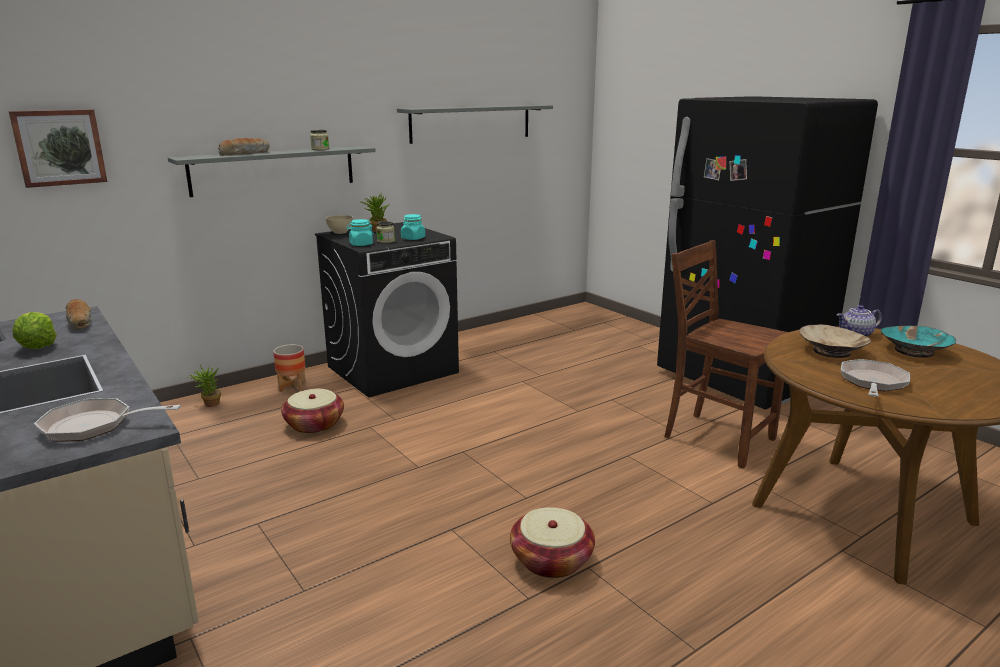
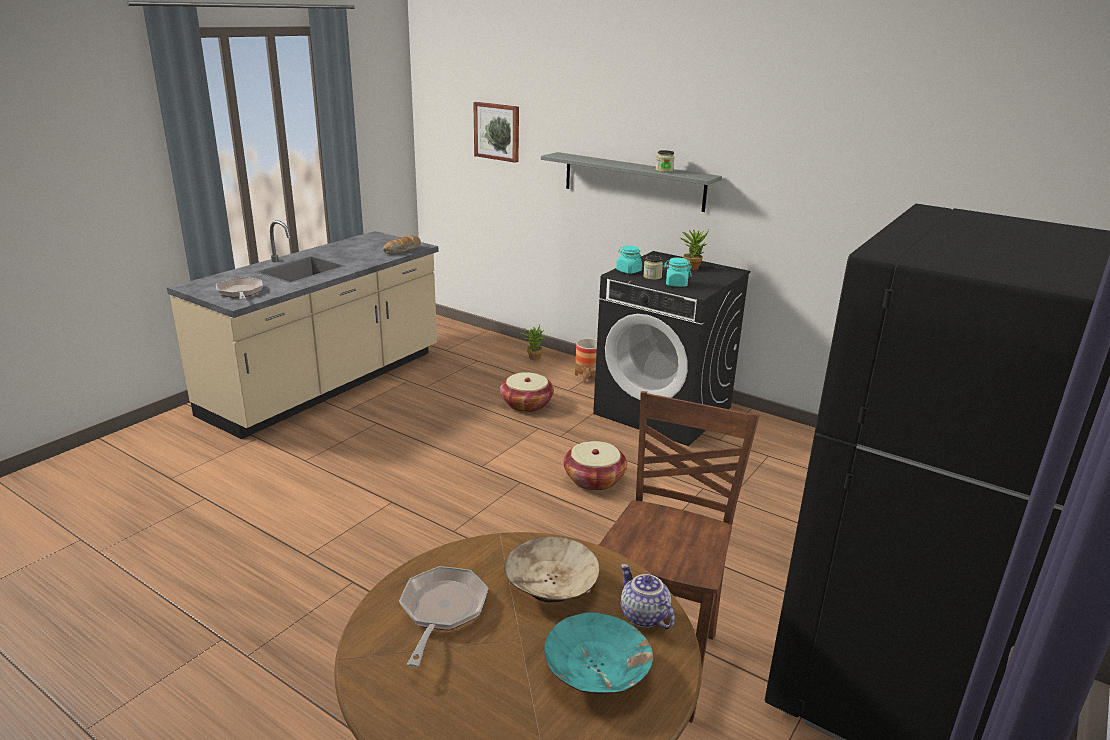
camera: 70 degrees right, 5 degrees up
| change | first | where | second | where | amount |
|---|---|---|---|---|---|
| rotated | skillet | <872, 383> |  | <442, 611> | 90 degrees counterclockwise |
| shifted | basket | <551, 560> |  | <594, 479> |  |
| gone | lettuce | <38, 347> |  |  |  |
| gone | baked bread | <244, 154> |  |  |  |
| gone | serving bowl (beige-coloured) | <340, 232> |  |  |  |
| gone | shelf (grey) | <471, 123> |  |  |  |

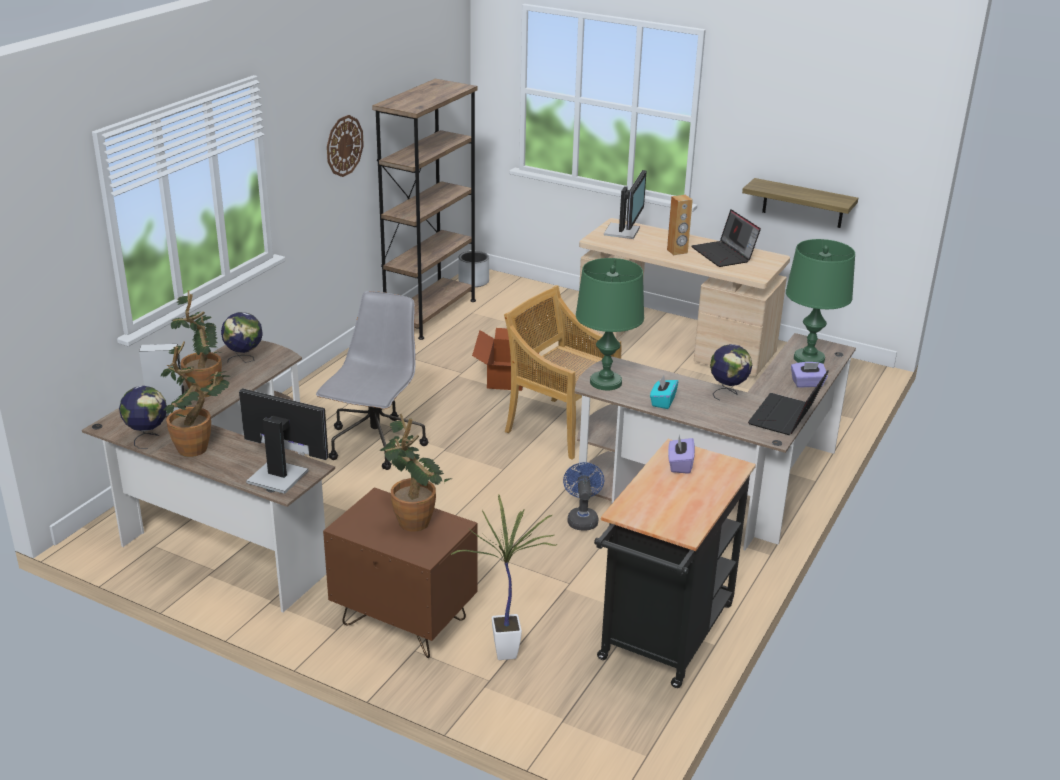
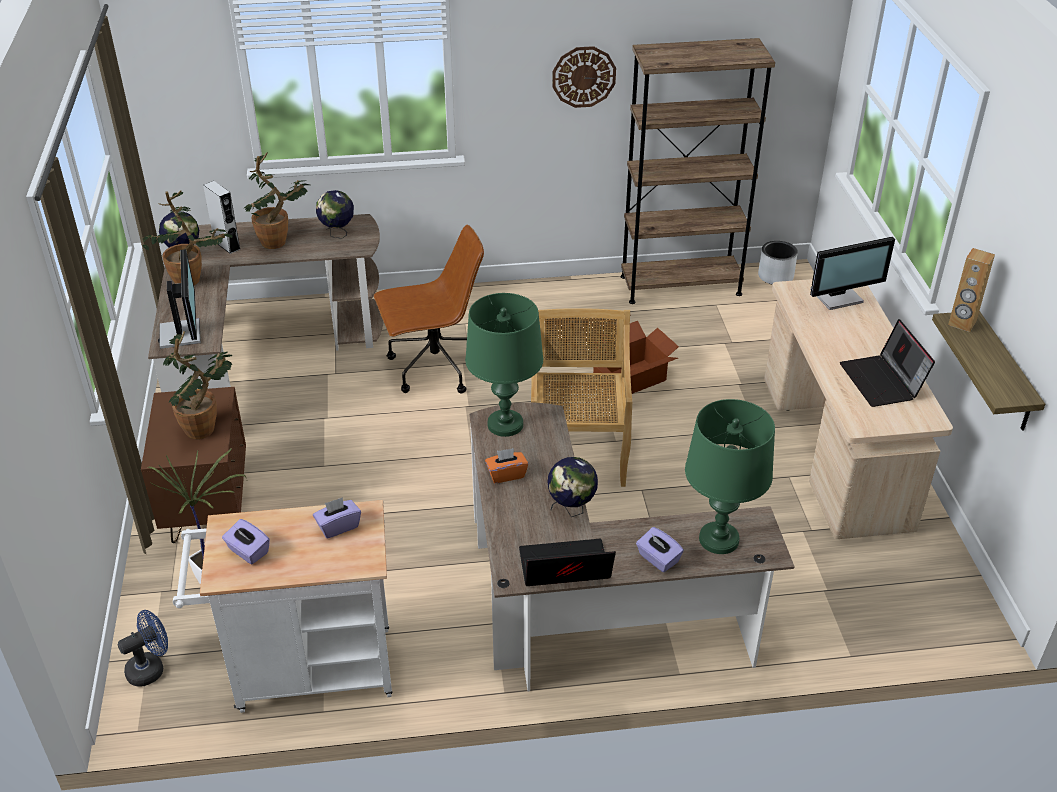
camera: 55 degrees right, 10 degrees up
| change | first | where | second | where | amount |
|---|---|---|---|---|---|
| shifted | cooling fan (blue) | <582, 518> |  | <151, 668> |  |
| repainted | trolley (blackish) | <663, 639> | trolley (white-coloured) | <304, 672> |  |
| new |  |  | tissue box (purple-coloured) | <248, 551> |  |
| repainted | desk chair (grey) | <375, 445> | desk chair (brownish) | <434, 368> |  |
| repainted | tissue box (turquoise) | <662, 401> | tissue box (orange) | <506, 474> |  |
| rotated | laptop | <724, 254> |  | <882, 382> | 45 degrees counterclockwise |
| shifted | loudspeaker (brownish) | <677, 251> |  | <962, 323> |  |

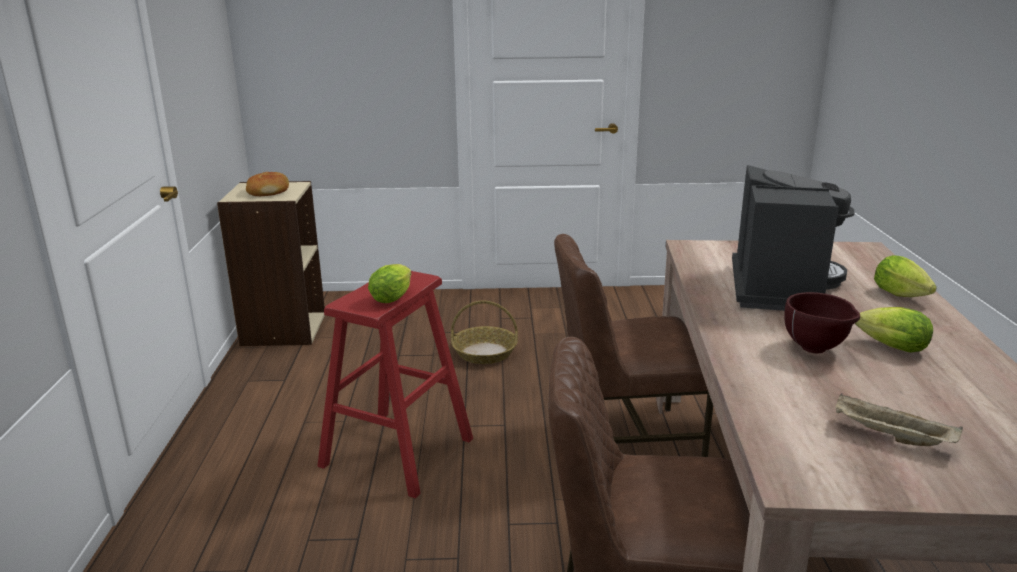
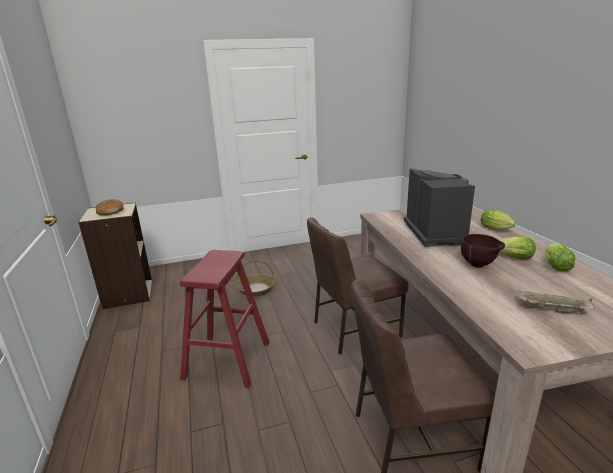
camera: 15 degrees left, 0 degrees up
| change | first | where | second | where | amount |
|---|---|---|---|---|---|
| shifted | lettuce | <393, 297> |  | <554, 266> |  |

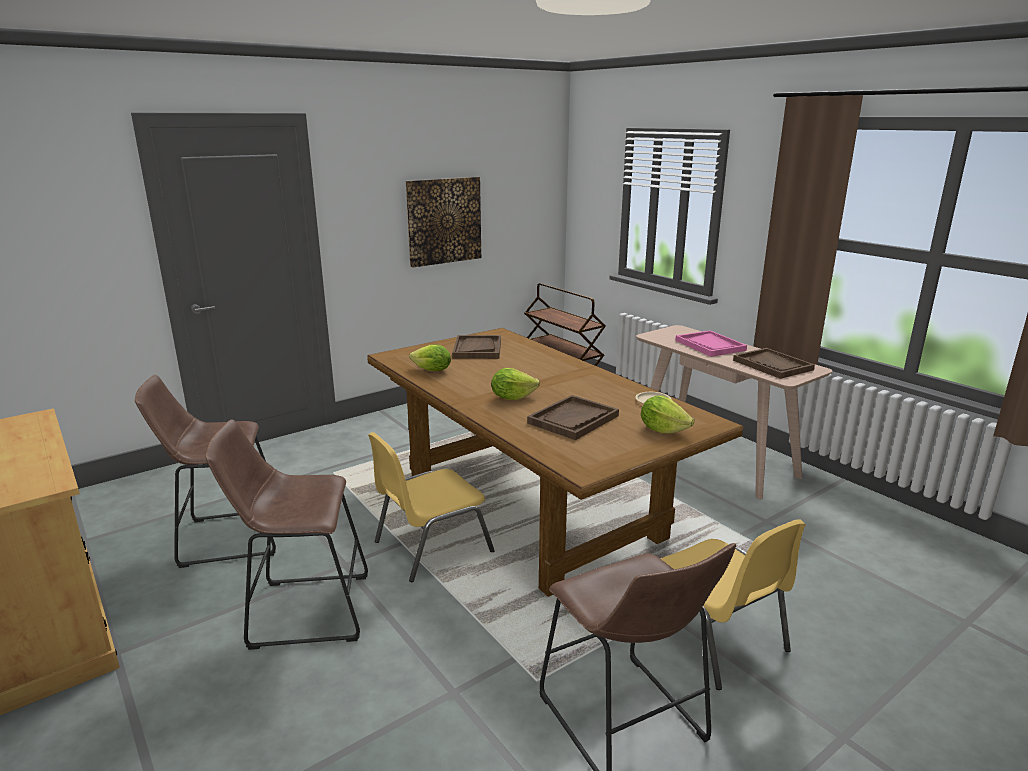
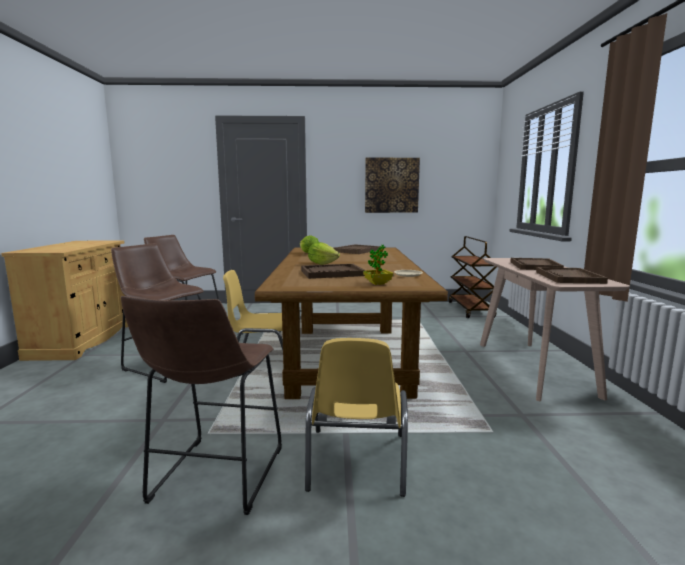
camera: 35 degrees right, 10 degrees down
| change | first | where | second | where | amount |
|---|---|---|---|---|---|
| swapped | lettuce | <663, 430> | houseplant | <377, 283> |  |
| repainted | serving tray (pinkish) | <710, 345> | serving tray (brownish) | <535, 266> |  |

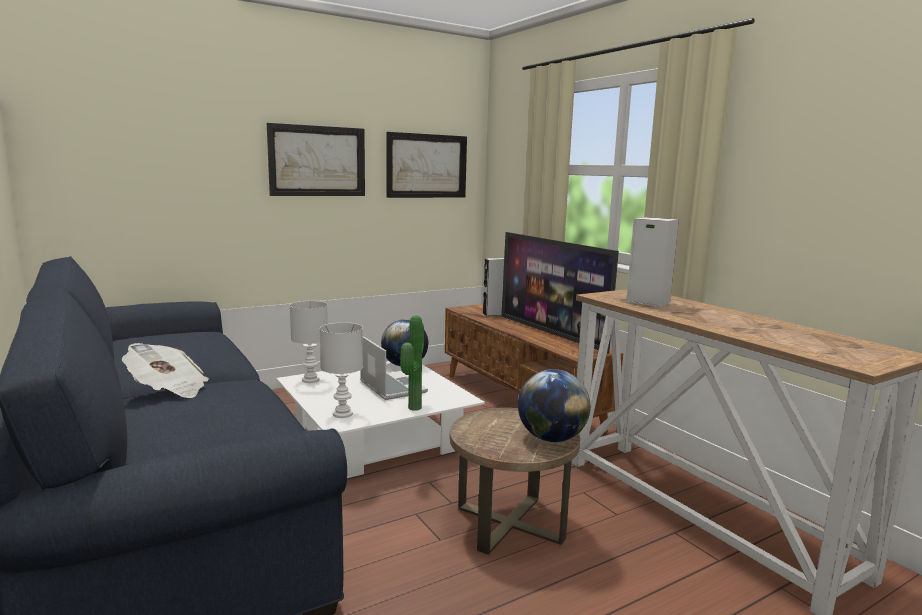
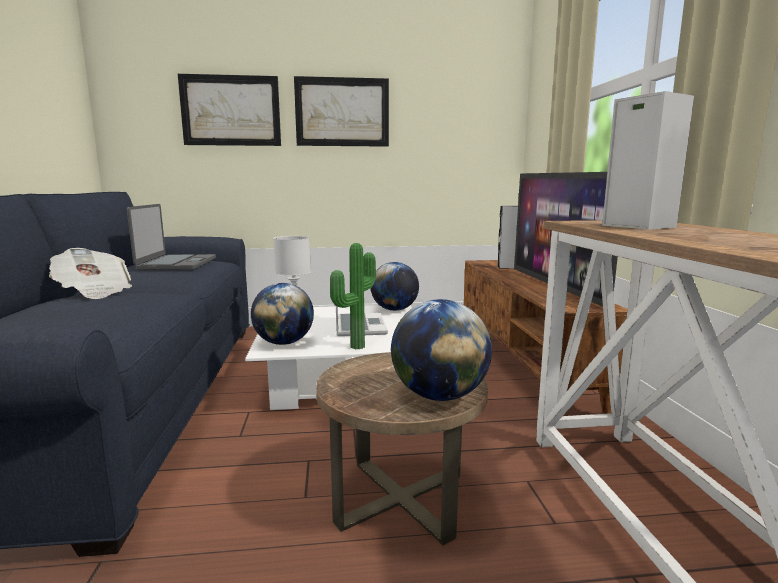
camera: 25 degrees right, 0 degrees up
| change | first | where | second | where | amount |
|---|---|---|---|---|---|
| new |  |  | laptop | <177, 264> |  |
| shifted | wall art | <426, 166> |  | <231, 111> |  |
| swapped | lamp for a table (white-coloured) | <343, 414> | globe | <284, 343> |  |

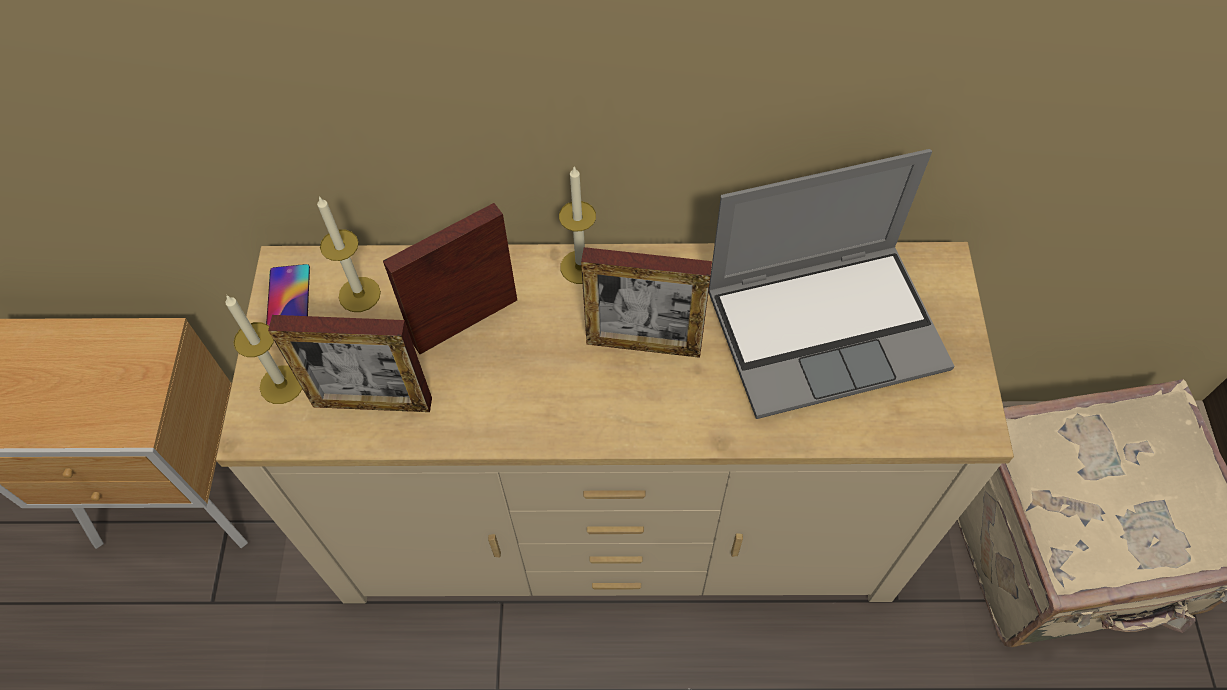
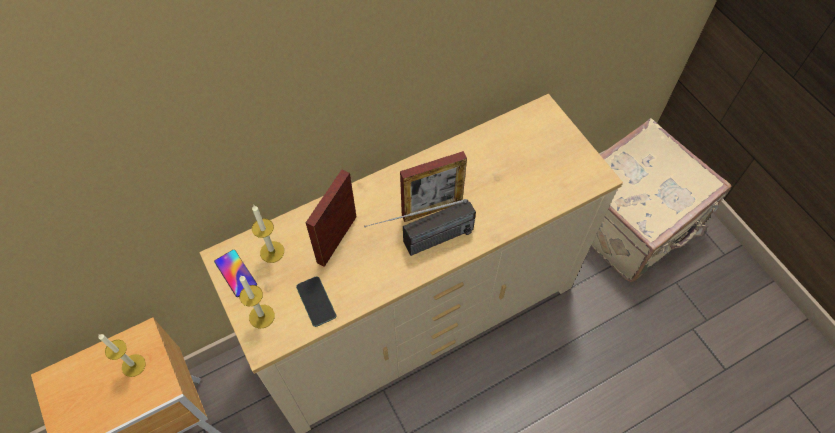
camera: 30 degrees left, 0 degrees up
| change | first | where | second | where | amount |
|---|---|---|---|---|---|
| shifted | wax light | <580, 267> |  | <133, 365> |  |
| swapped | standing frame | <372, 402> | telephone | <316, 301> |  |
| new |  |  | radio receiver | <422, 244> |  |
| gone | laptop | <826, 328> |  |  |  |

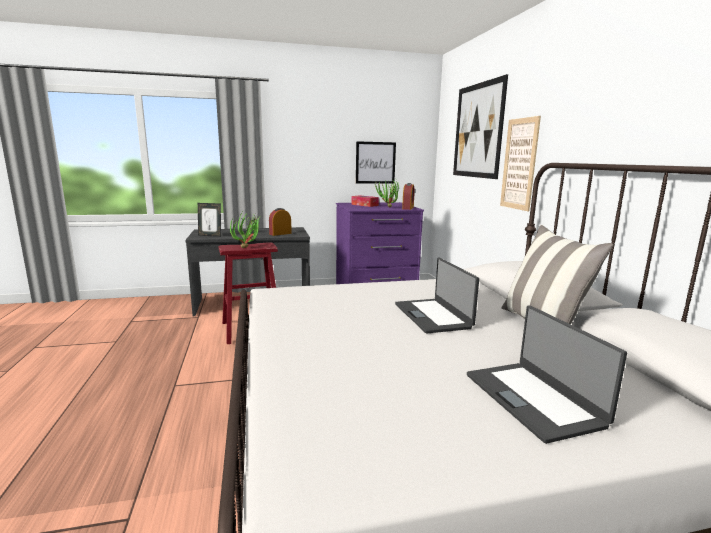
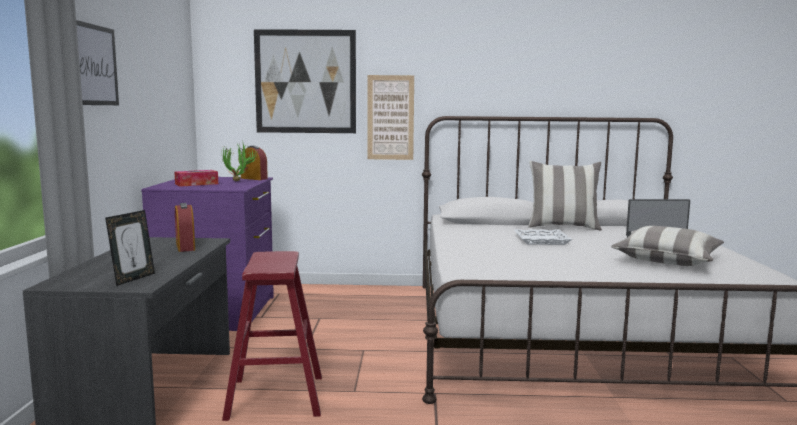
camera: 75 degrees left, 5 degrees down
| change | first | where | second | where | amount |
|---|---|---|---|---|---|
| shifted | wall art | <375, 162> |  | <95, 65> |  |
| swapped | laptop | <433, 315> | serving tray (white-coloured) | <541, 240> |  |
| new |  |  | pillow | <666, 261> |  |
| gone | houseplant | <248, 247> |  |  |  |

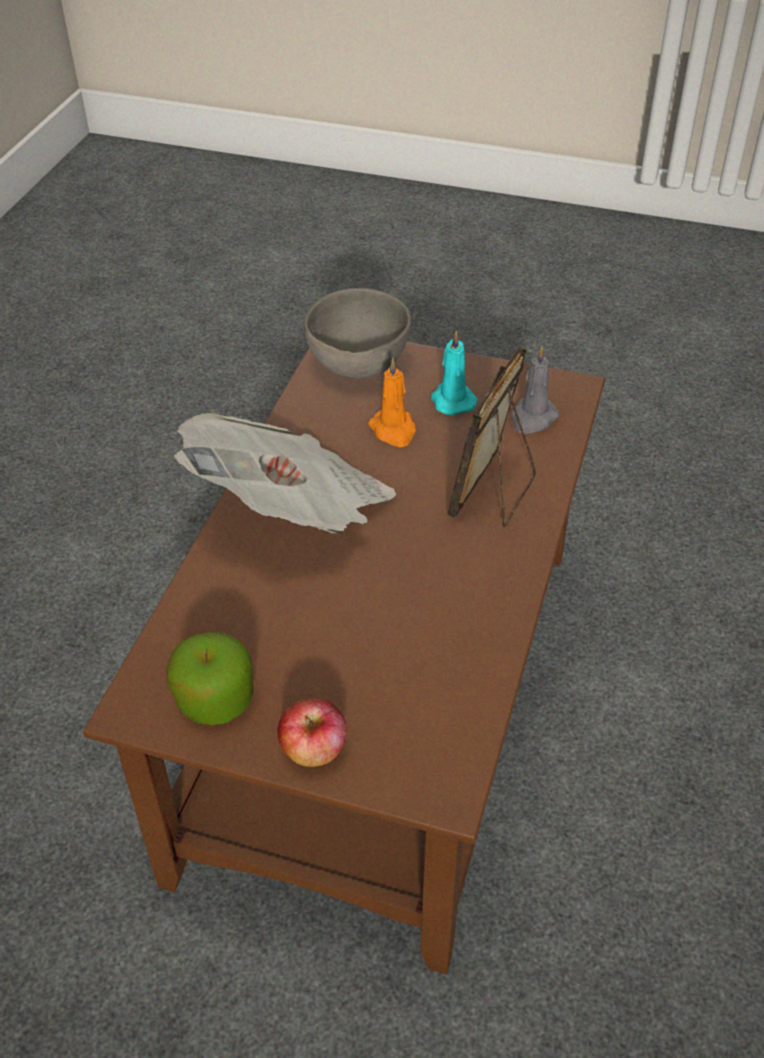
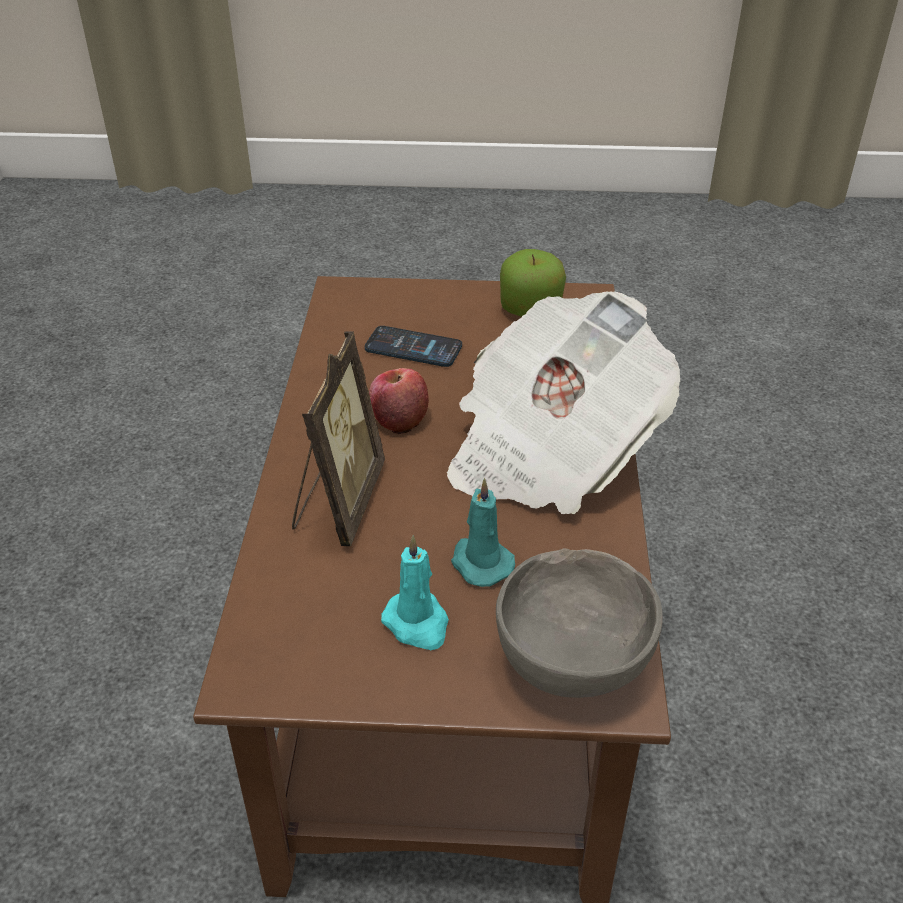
camera: 165 degrees right, 5 degrees down
| change | first | where | second | where | amount |
|---|---|---|---|---|---|
| new |  |  | telephone | <413, 348> |  |
| shifted | apple | <314, 750> |  | <399, 419> |  |
| repainted | wax light (orange) | <394, 430> | wax light (turquoise) | <480, 562> |  |
| gone | wax light (grey) | <532, 418> |  |  |  |

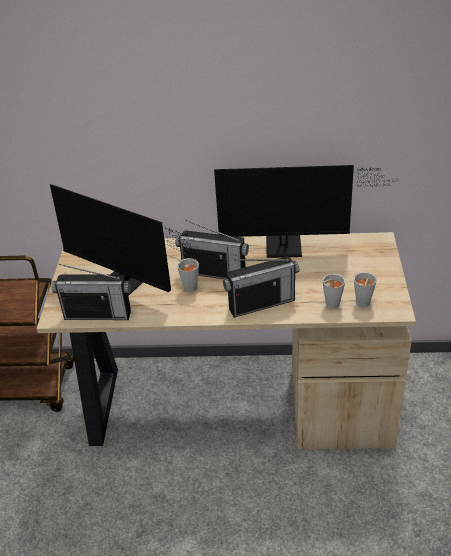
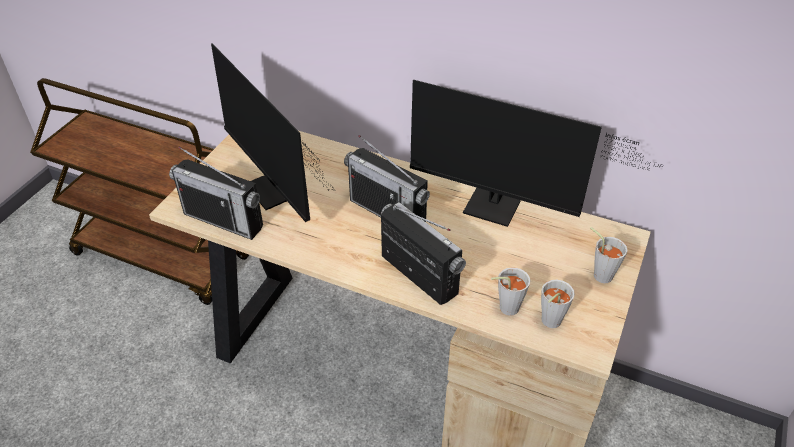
camera: 20 degrees right, 5 degrees up
| change | first | where | second | where | amount |
|---|---|---|---|---|---|
| rotated | radio receiver | <261, 304> |  | <419, 275> | 135 degrees counterclockwise |
| shifted | drinking cup (grey) | <187, 287> |  | <599, 273> |  |

